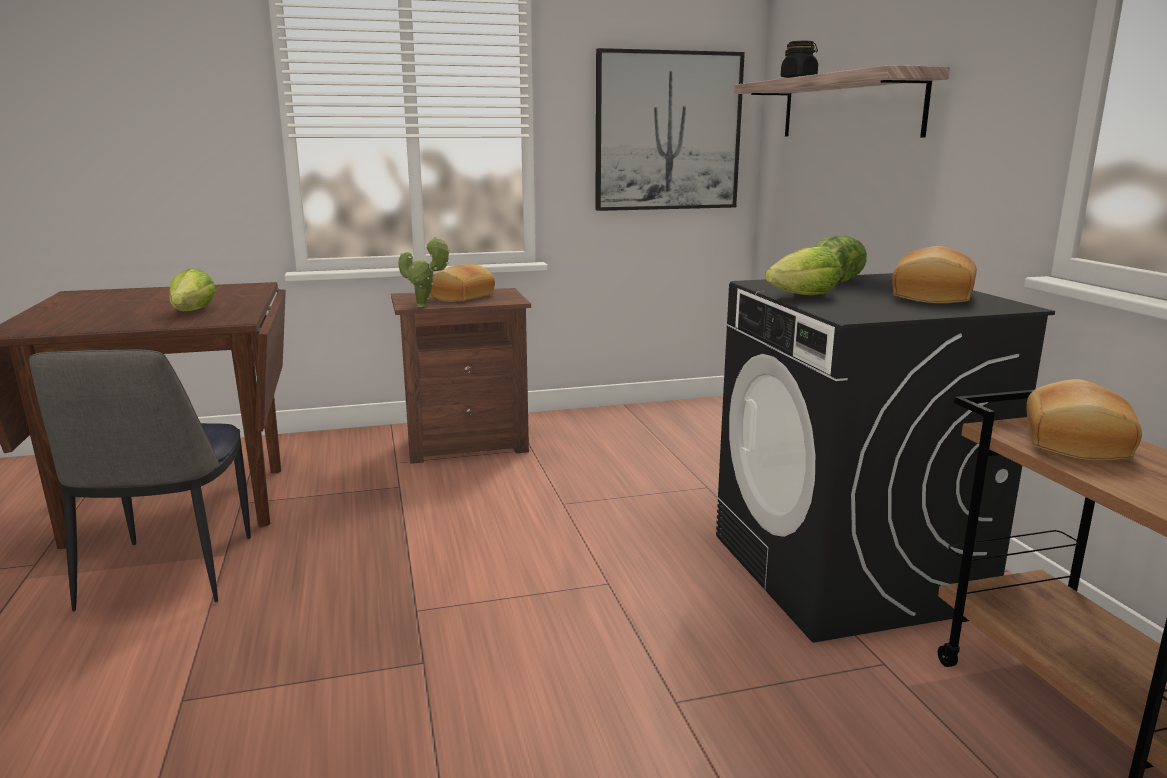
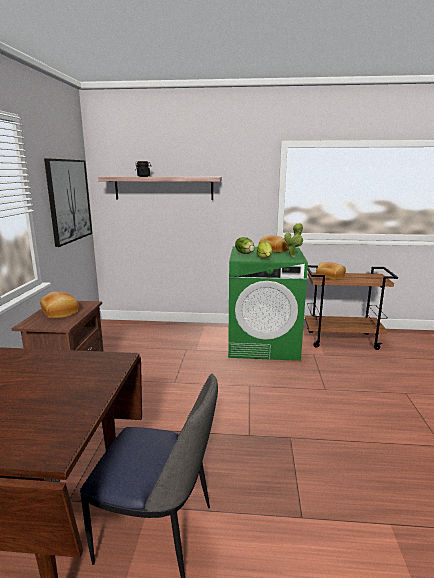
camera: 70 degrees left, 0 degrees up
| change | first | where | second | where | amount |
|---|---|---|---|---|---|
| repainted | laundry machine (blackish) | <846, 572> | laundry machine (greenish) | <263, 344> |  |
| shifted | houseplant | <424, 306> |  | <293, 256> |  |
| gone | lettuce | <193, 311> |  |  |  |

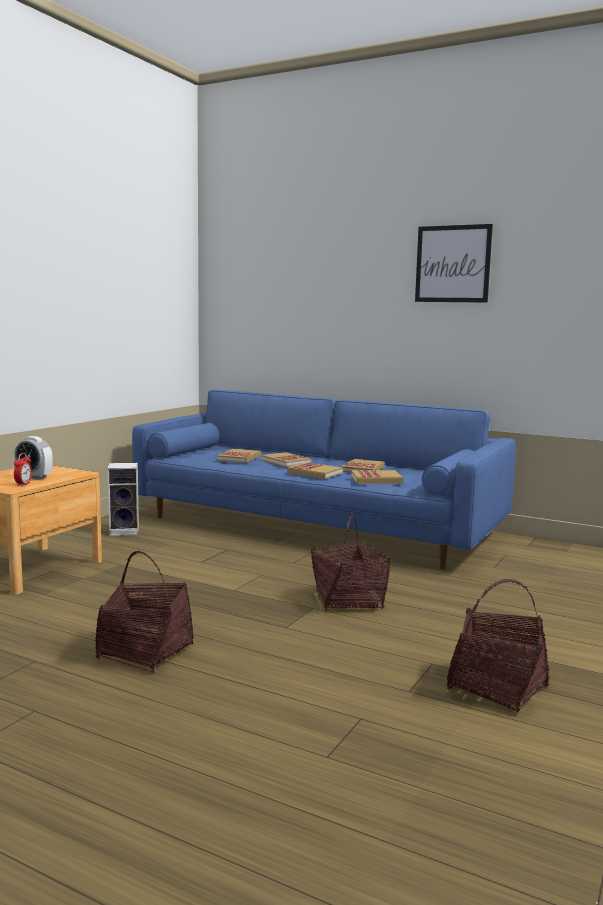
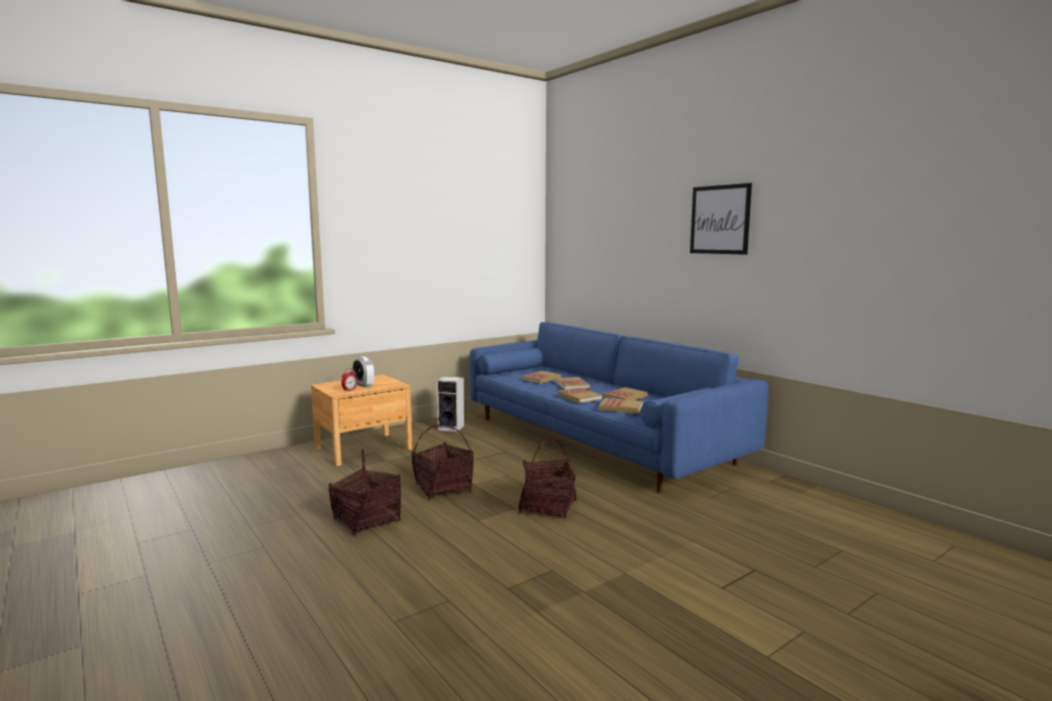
camera: 25 degrees right, 0 degrees up
| change | first | where | second | where | amount |
|---|---|---|---|---|---|
| shifted | basket | <498, 688> |  | <443, 488> |  |

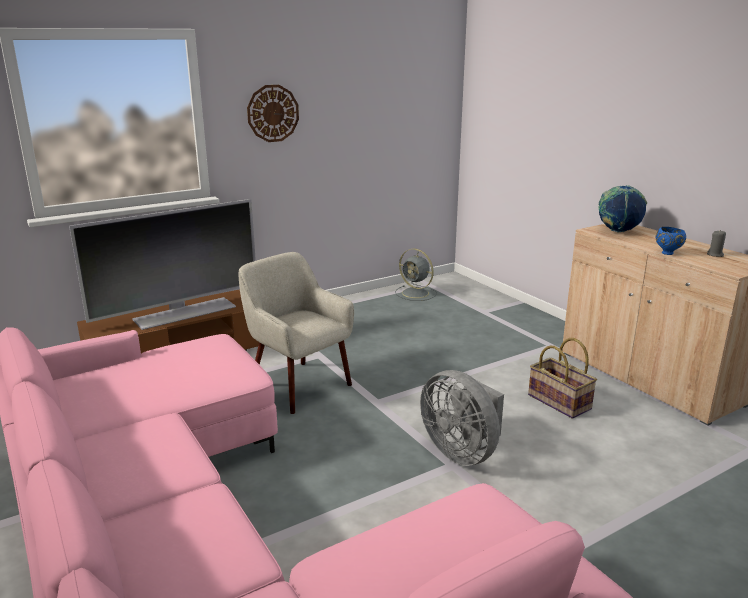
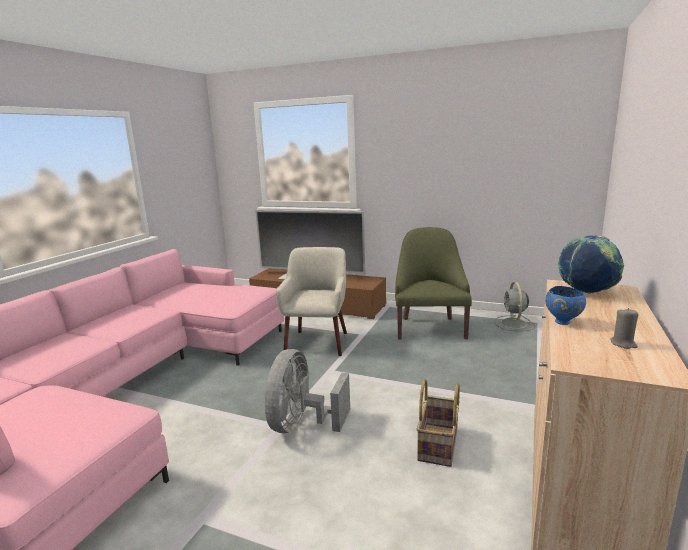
camera: 55 degrees right, 5 degrees down
| change | first | where | second | where | amount |
|---|---|---|---|---|---|
| new |  |  | easy chair (greenish) | <429, 327> |  |
| gone | clock on the wall | <273, 113> |  |  |  |

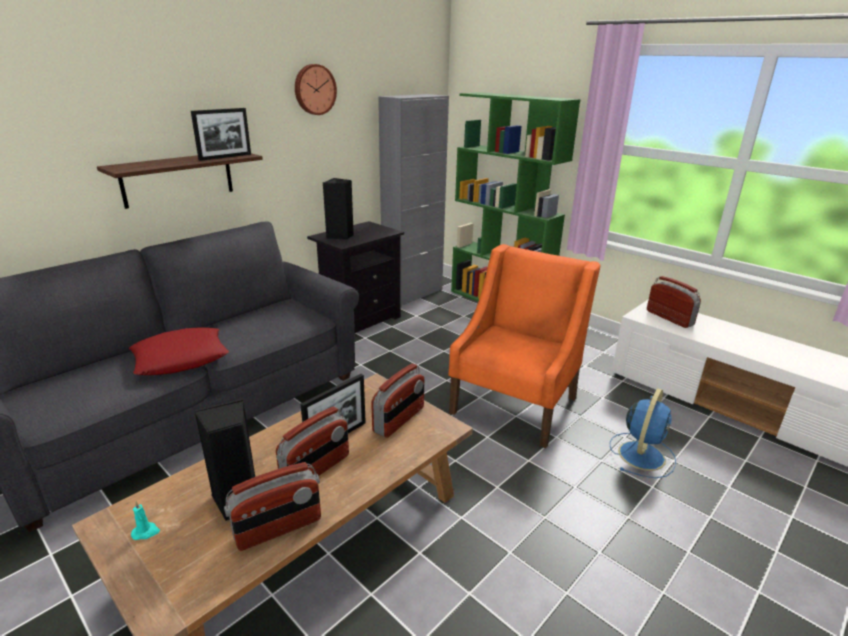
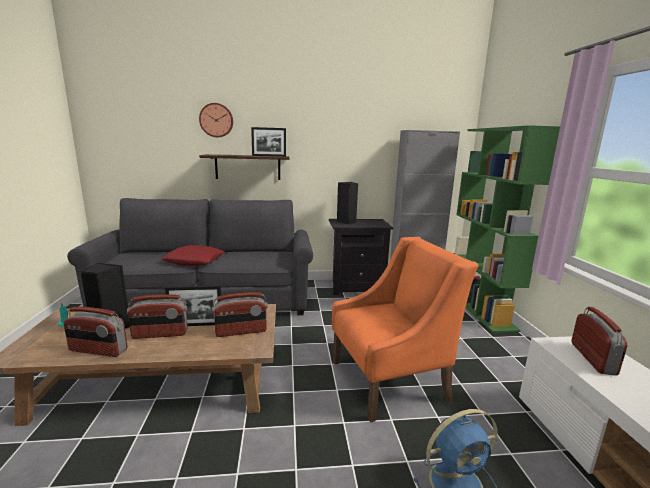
camera: 40 degrees right, 10 degrees down
| change | first | where | second | where | amount |
|---|---|---|---|---|---|
| shifted | clock on the wall | <314, 89> |  | <216, 120> |  |

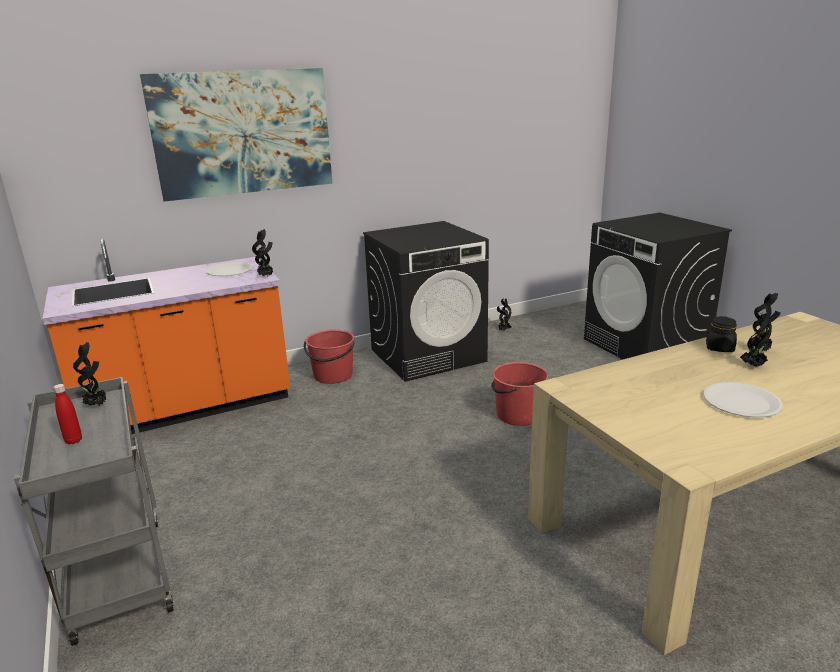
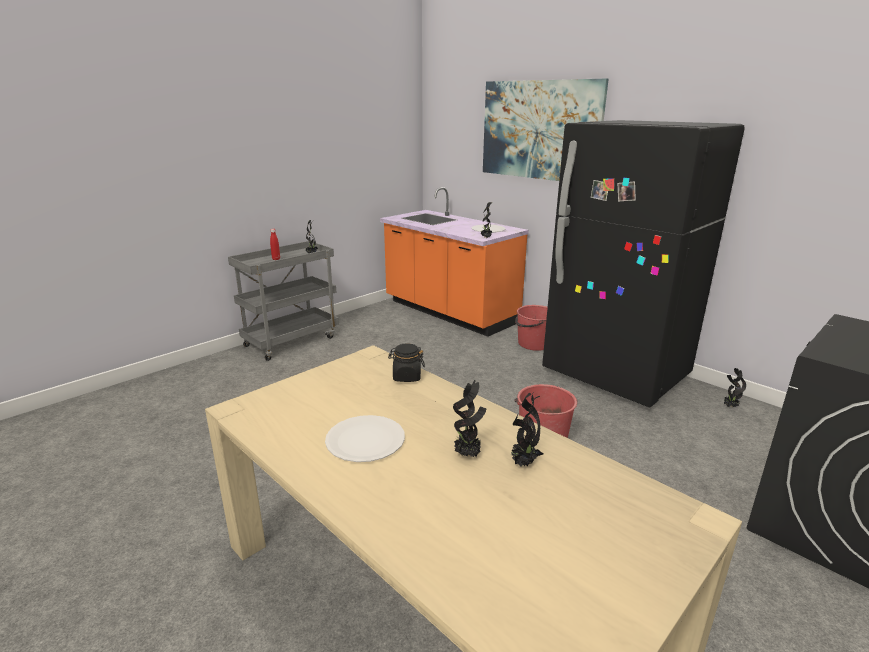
camera: 70 degrees right, 0 degrees up
| change | first | where | second | where | amount |
|---|---|---|---|---|---|
| shifted | storage jar (blackish) | <719, 348> |  | <406, 377> |  |
| swapped | laundry machine (blackish) | <428, 355> | refrigerator (blackish) | <615, 375> |  |

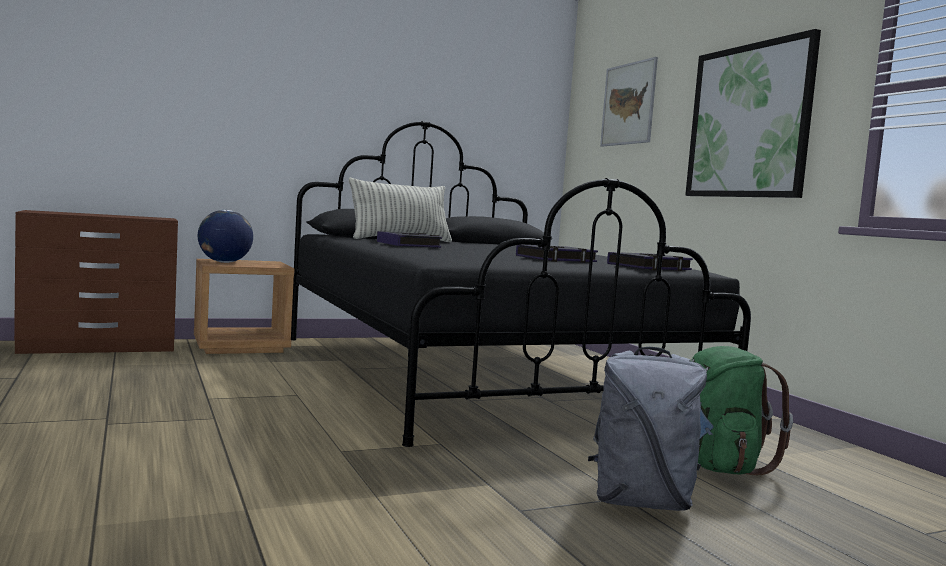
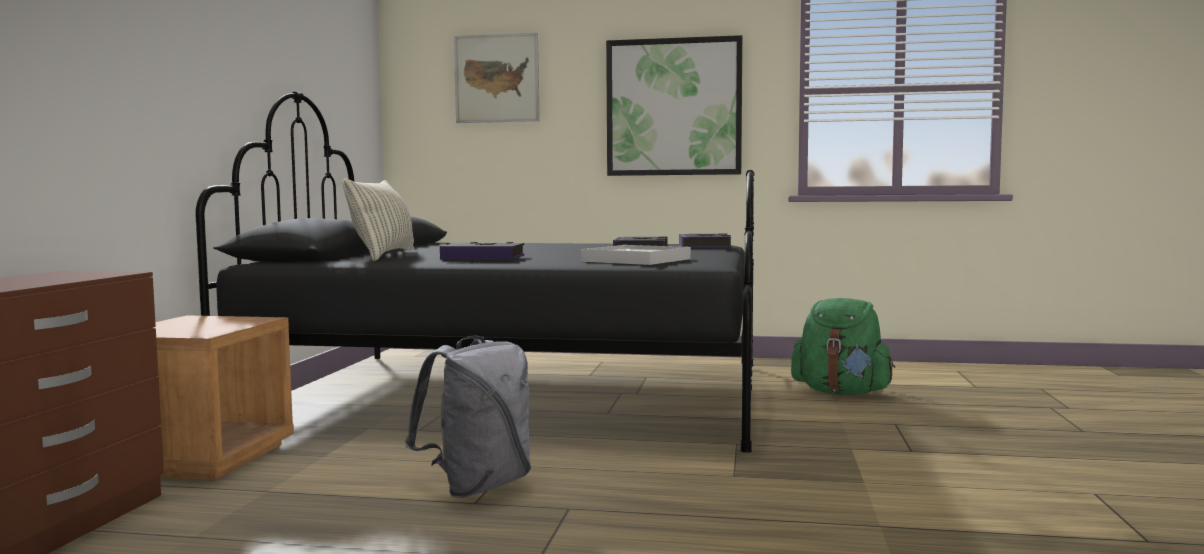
camera: 55 degrees left, 0 degrees up
| change | first | where | second | where | amount |
|---|---|---|---|---|---|
| shifted | backpack (grey) | <640, 502> |  | <477, 487> |  |
| new |  |  | serving tray (white-coloured) | <636, 260> |  |
| gone | globe | <224, 262> |  |  |  |

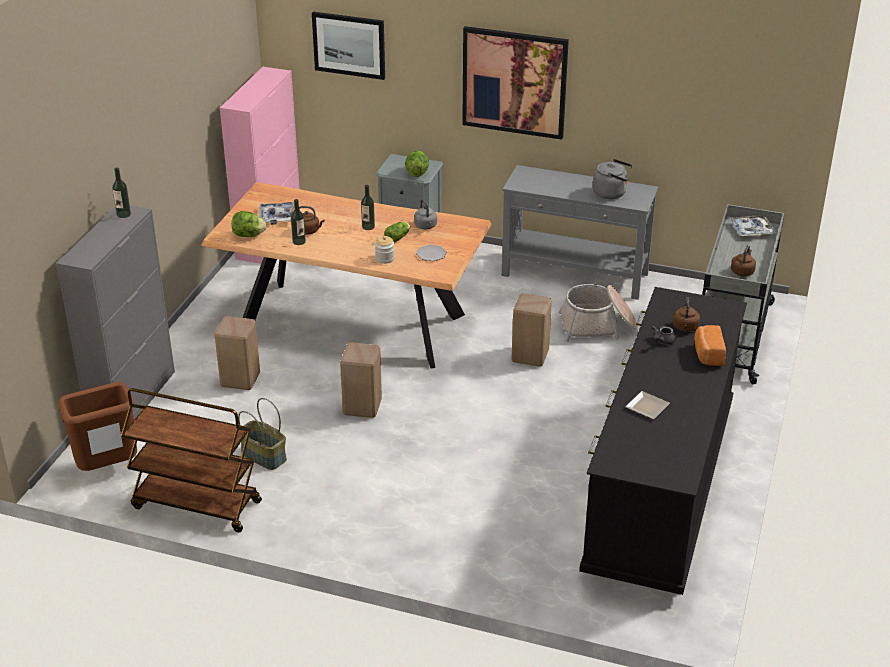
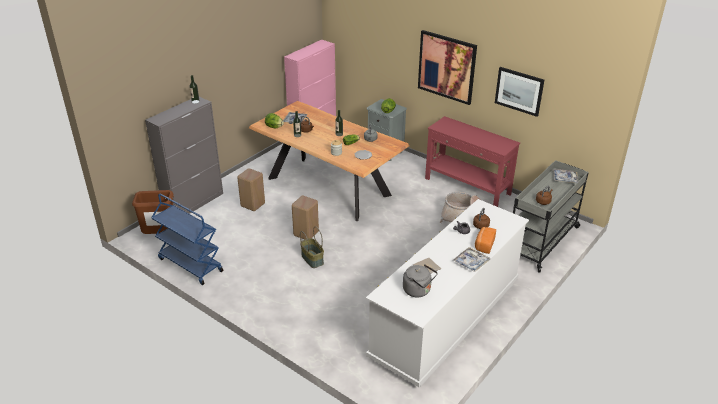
camera: 20 degrees right, 0 degrees up
| change | first | where | second | where | amount |
|---|---|---|---|---|---|
| repainted | trolley (brownish) | <195, 505> | trolley (blue) | <190, 265> |  |
| shifted | basket | <264, 456> |  | <313, 259> |  |
| repainted | drawer chest (blackish) | <659, 486> | drawer chest (white-coloured) | <446, 319> |  |
| shifted | tea kettle (grey) | <611, 193> |  | <418, 291> |  |
| repainted | console table (grey) | <575, 275> | console table (red-coloured) | <467, 186> |  |
| new |  |  | serving tray | <471, 262> |  |
| shifted | wall art | <349, 45> |  | <519, 91> |  |
| gone | stool (beige-coloured) | <531, 357> |  |  |  |

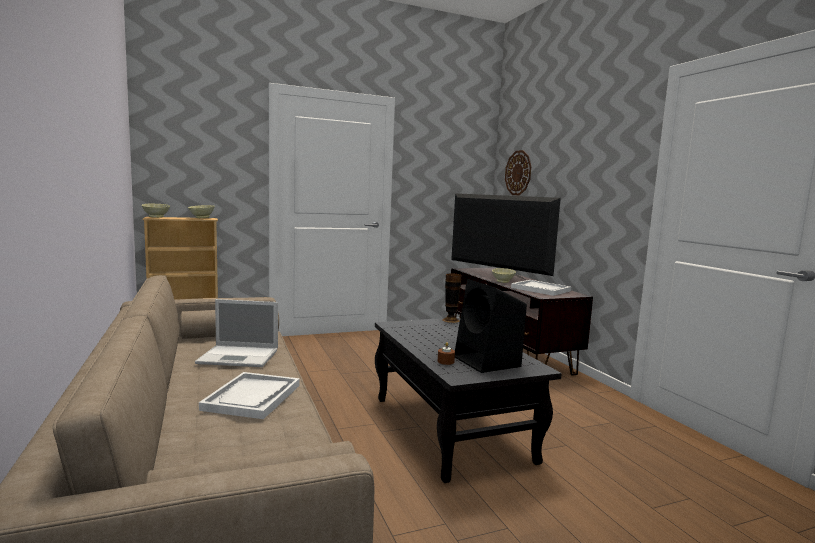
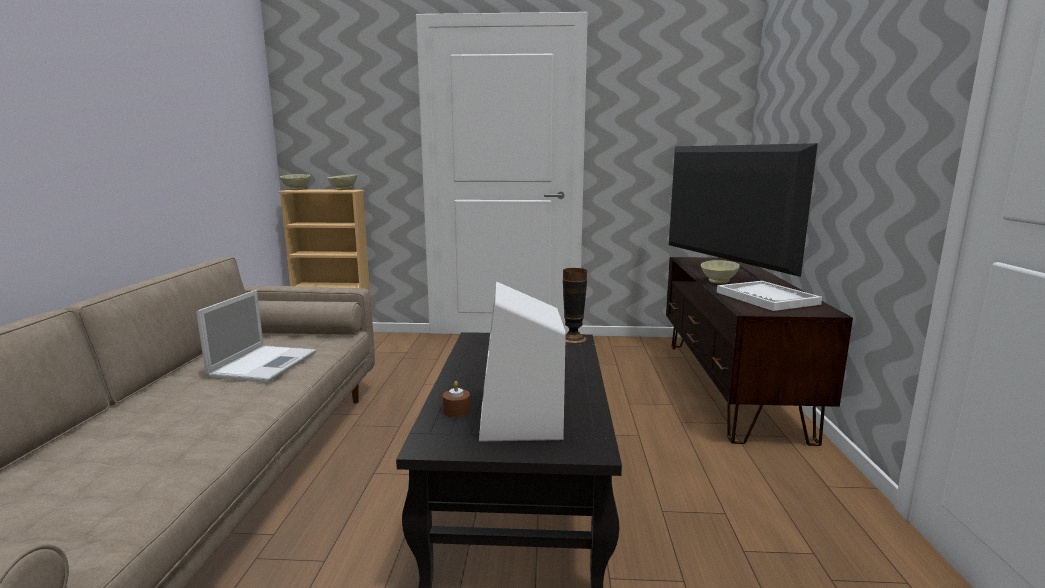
camera: 25 degrees right, 5 degrees up
| change | first | where | second | where | amount |
|---|---|---|---|---|---|
| rotated | laptop | <240, 356> |  | <265, 363> | 105 degrees counterclockwise |
| repainted | loudspeaker (blackish) | <488, 362> | loudspeaker (white-coloured) | <521, 422> |  |
| gone | serving tray (white-coloured) | <252, 397> |  |  |  |
| gone | clock on the wall | <518, 173> |  |  |  |

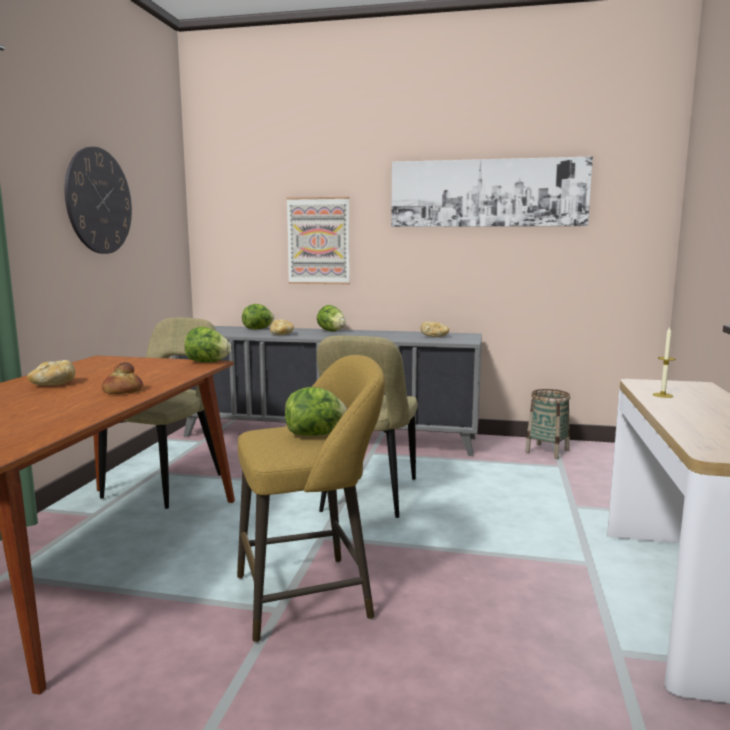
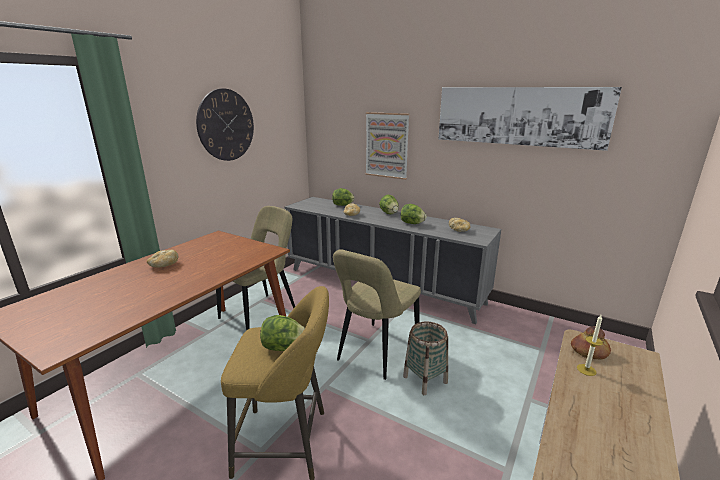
camera: 20 degrees right, 10 degrees up
| change | first | where | second | where | amount |
|---|---|---|---|---|---|
| shifted | lettuce | <207, 362> |  | <412, 223> |  |
| shifted | basket | <547, 451> |  | <425, 379> |  |
| shifted | baked bread | <122, 391> |  | <589, 351> |  |

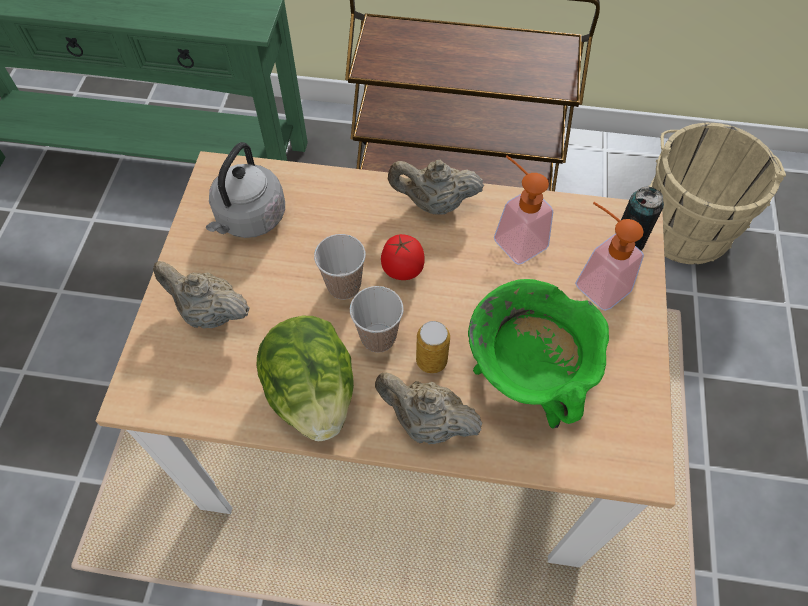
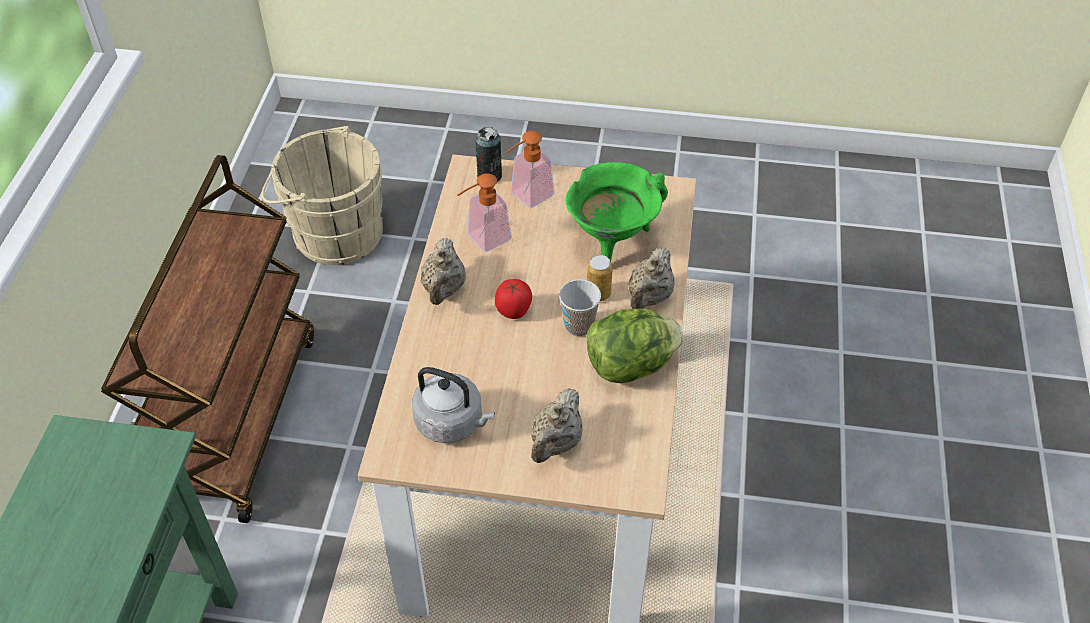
camera: 90 degrees left, 10 degrees down
| change | first | where | second | where | amount |
|---|---|---|---|---|---|
| gone | drinking cup | <344, 286> |  |  |  |

